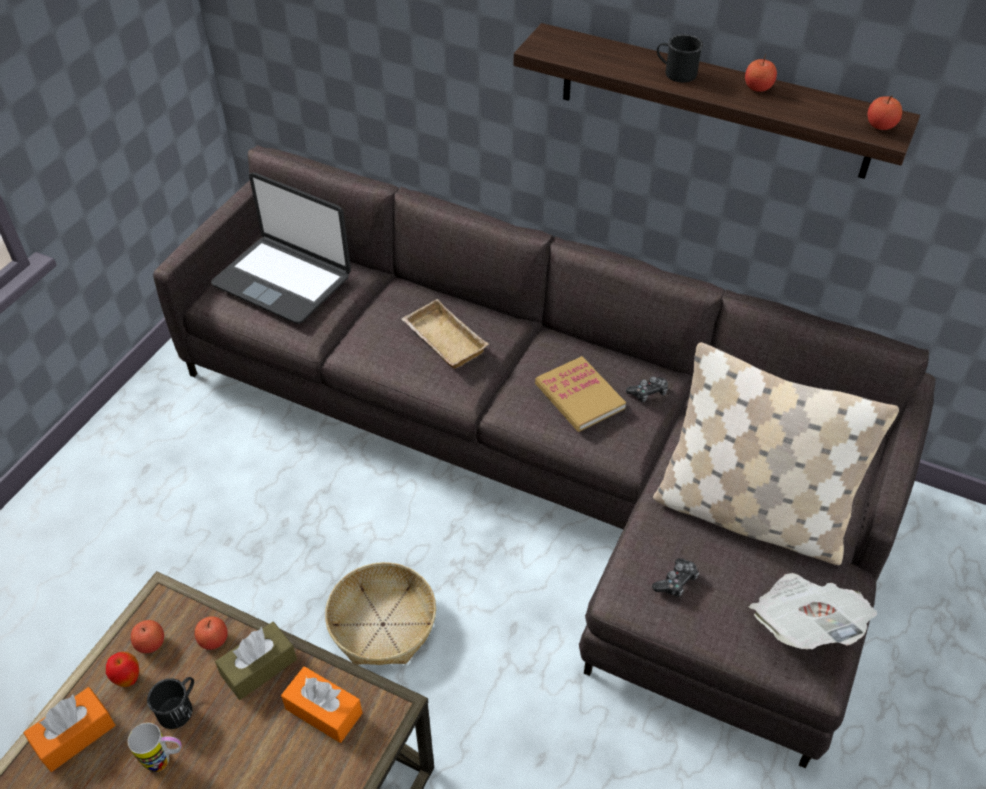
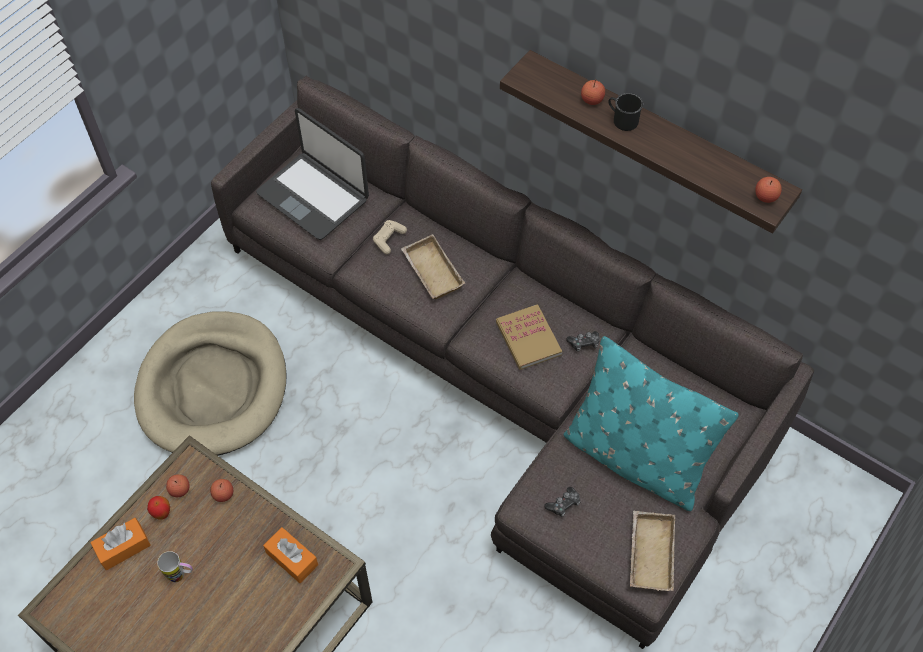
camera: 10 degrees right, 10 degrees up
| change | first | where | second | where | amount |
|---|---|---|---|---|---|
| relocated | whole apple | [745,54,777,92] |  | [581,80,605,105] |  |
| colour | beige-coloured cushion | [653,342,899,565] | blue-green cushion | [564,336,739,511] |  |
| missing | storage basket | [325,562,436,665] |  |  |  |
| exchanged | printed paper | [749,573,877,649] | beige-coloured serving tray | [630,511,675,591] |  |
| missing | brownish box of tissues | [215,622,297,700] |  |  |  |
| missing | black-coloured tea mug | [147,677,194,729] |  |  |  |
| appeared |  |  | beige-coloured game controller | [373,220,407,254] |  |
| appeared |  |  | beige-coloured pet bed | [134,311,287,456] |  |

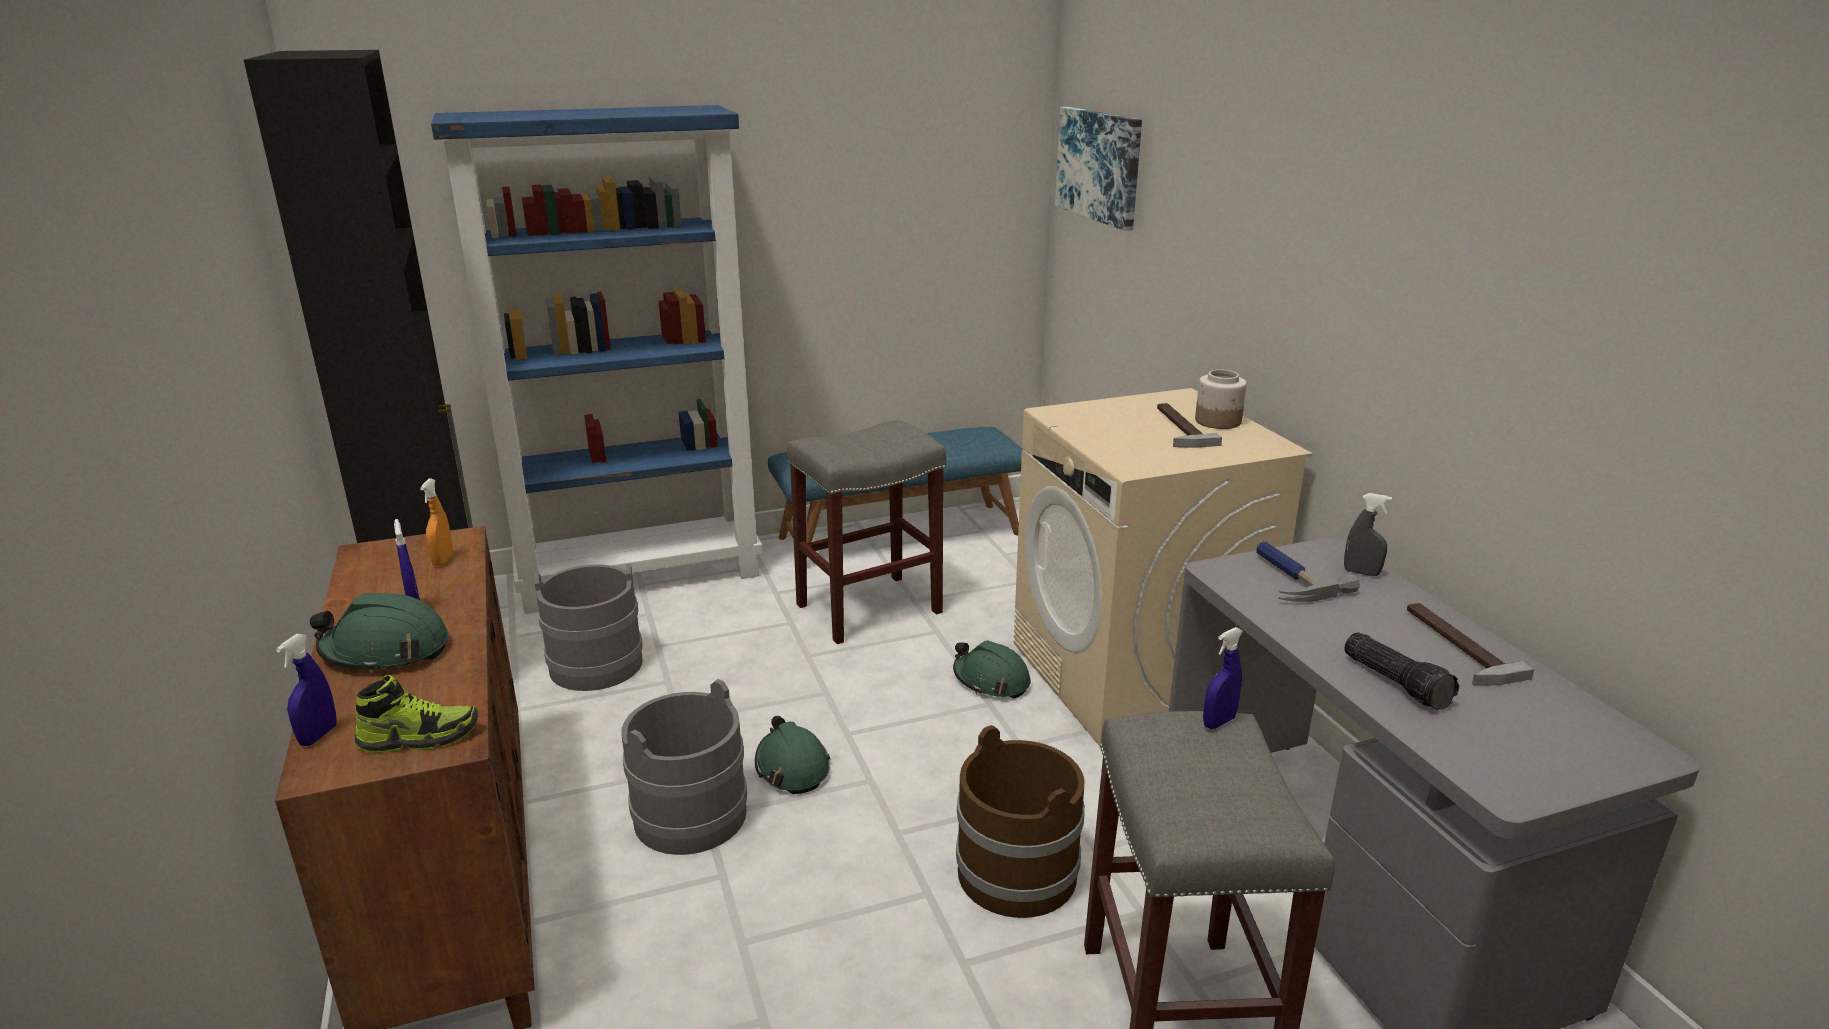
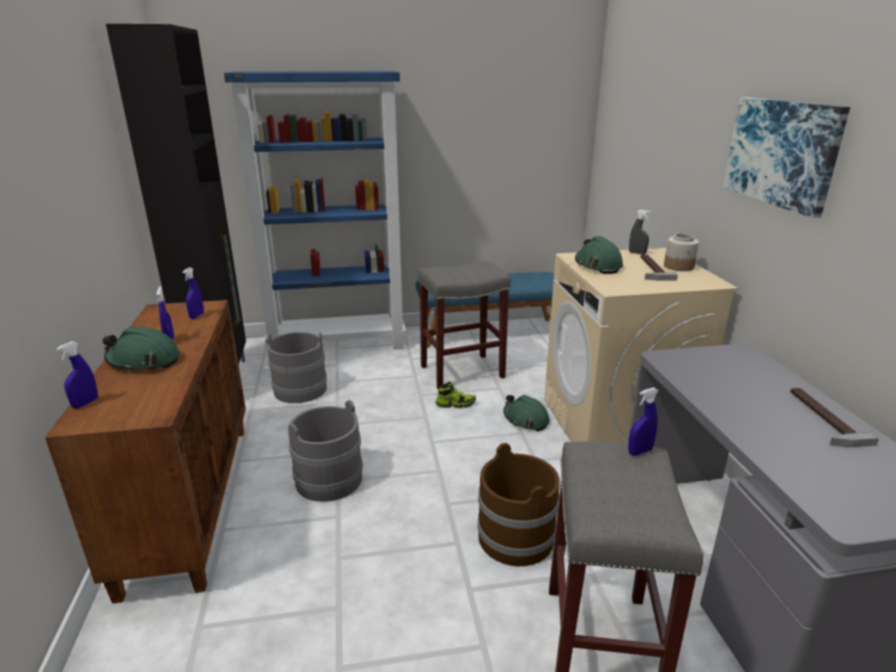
camera: 10 degrees right, 0 degrees up
| change | first | where | second | where | amount |
|---|---|---|---|---|---|
| relocated | wall picture | [1055,107,1142,231] |  | [723,97,850,218] |  |
| colour | orange hand sprayer | [420,479,453,566] | bluish hand sprayer | [182,267,204,319] |  |
| relocated | grey hand sprayer | [1344,493,1392,576] |  | [629,210,651,255] |  |
| missing | hammer | [1256,541,1360,602] |  |  |  |
| missing | flashlight | [1344,632,1459,710] |  |  |  |
| relocated | item of footwear | [354,675,478,753] |  | [436,381,476,408] |  |
| relocated | green-coloured safety helmet | [755,716,830,794] |  | [575,236,623,274] |  |

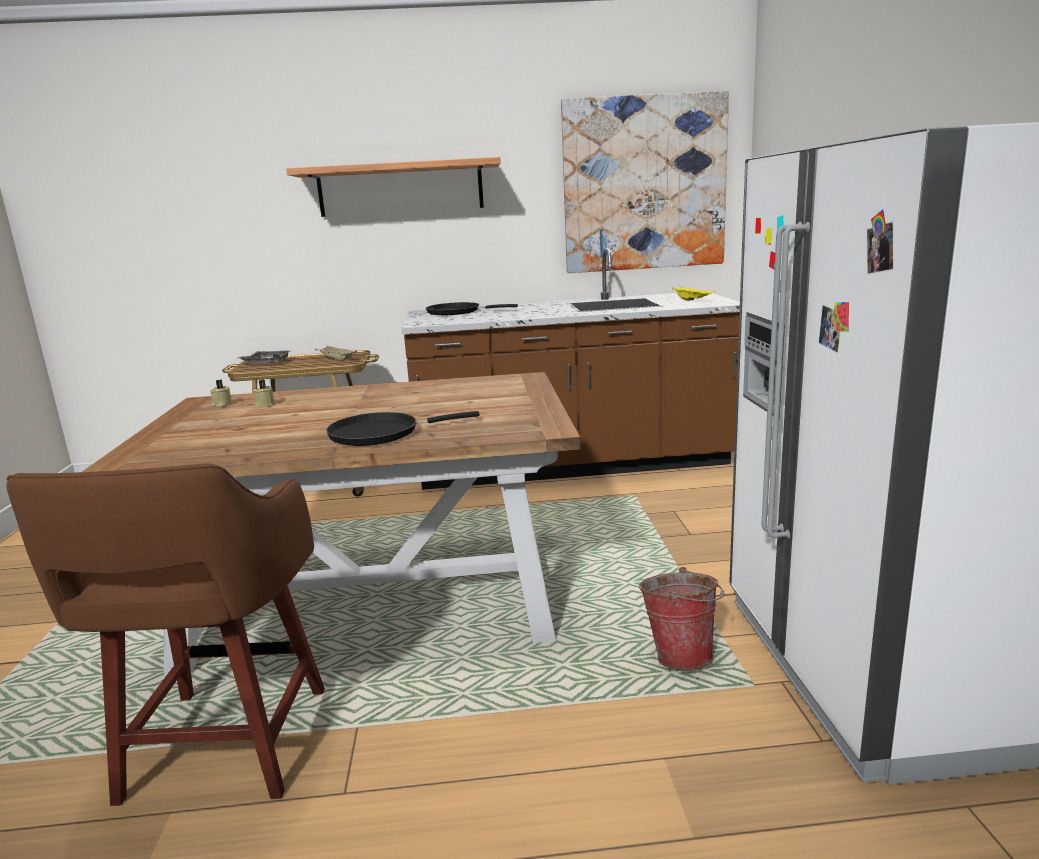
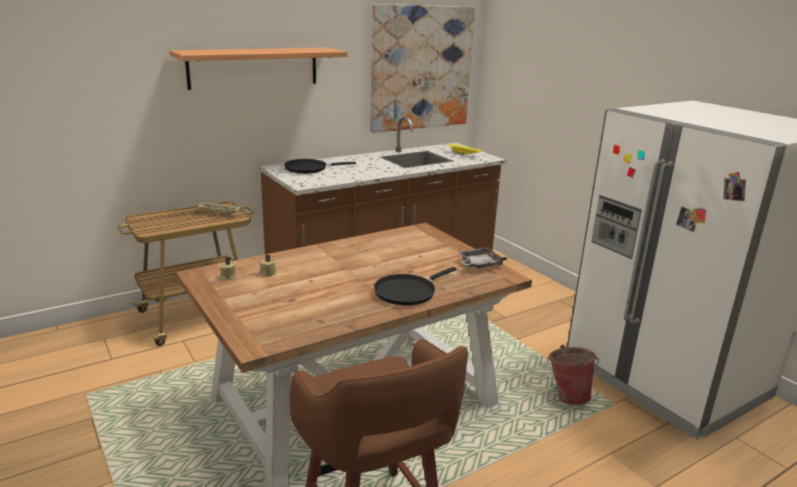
camera: 30 degrees left, 5 degrees up
| change | first | where | second | where | amount |
|---|---|---|---|---|---|
| relocated | grey serving tray | [238,351,290,363] |  | [459,247,507,269] |  |

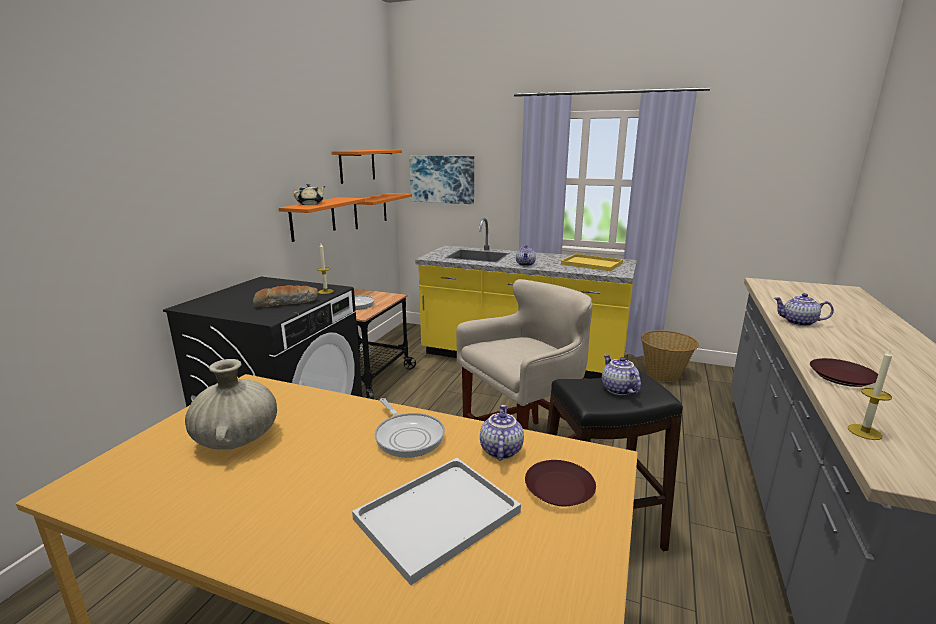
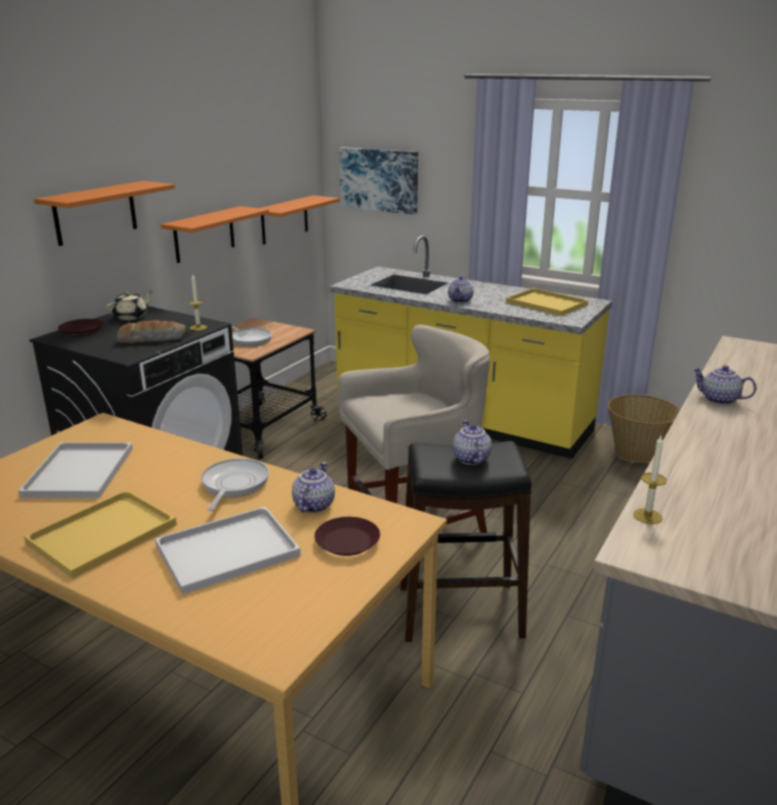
camera: 10 degrees right, 5 degrees up
| change | first | where | second | where | amount |
|---|---|---|---|---|---|
| relocated | orange wall shelf | [331,150,402,184] |  | [34,181,175,246] |  |
| relocated | beige-coloured teapot | [294,184,325,205] |  | [106,291,152,320] |  |
| relocated | brownish plate | [810,358,878,387] |  | [58,319,104,336] |  |
| exchanged | beige-coloured decorative vase | [185,359,277,449] | whitish serving tray | [18,442,133,498] |  |
| spun | pan | [374,398,445,458] |  | [201,458,269,511] | 150 degrees counterclockwise |
| appeared |  |  | yellow serving tray | [24,490,177,579] |  |

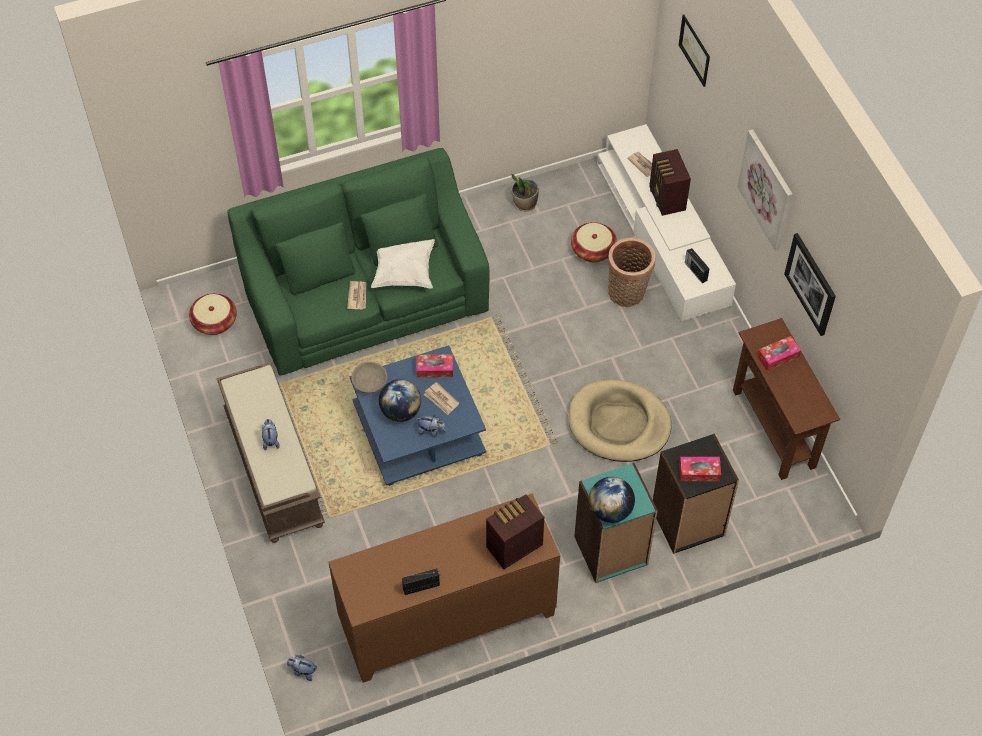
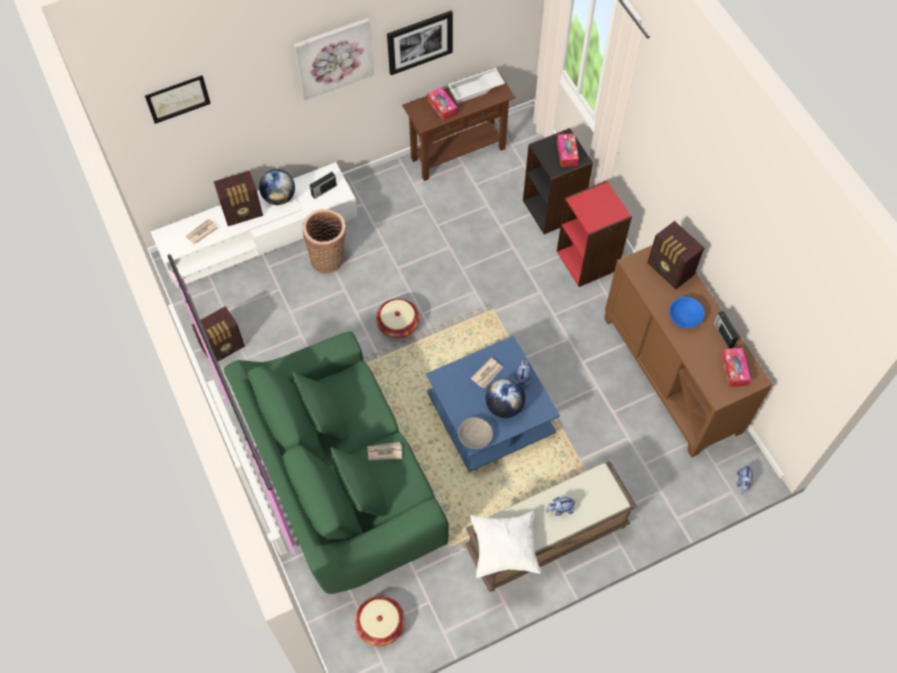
camera: 95 degrees left, 5 degrees up
| change | first | where | second | where | amount |
|---|---|---|---|---|---|
| exchanged | plant in a pot | [511,174,539,211] | radio set | [192,306,245,362] |  |
| relocated | storage basket | [571,222,617,262] |  | [376,298,420,338] |  |
| relocated | whitish cushion | [371,239,435,289] |  | [470,511,541,578] |  |
| relocated | box of tissues | [416,354,453,378] |  | [721,348,751,387] |  |
| missing | beige-coloured pet bed | [569,379,671,462] |  |  |  |
| colour | blue-green shelving unit | [574,463,658,583] | reddish shelving unit | [557,181,632,287] |  |
| relocated | desk globe | [589,477,635,523] |  | [259,169,295,205] |  |
| appeared |  |  | whitish serving tray | [448,68,505,104] |  |
| appeared |  |  | bluish deep dish | [669,297,705,328] |  |

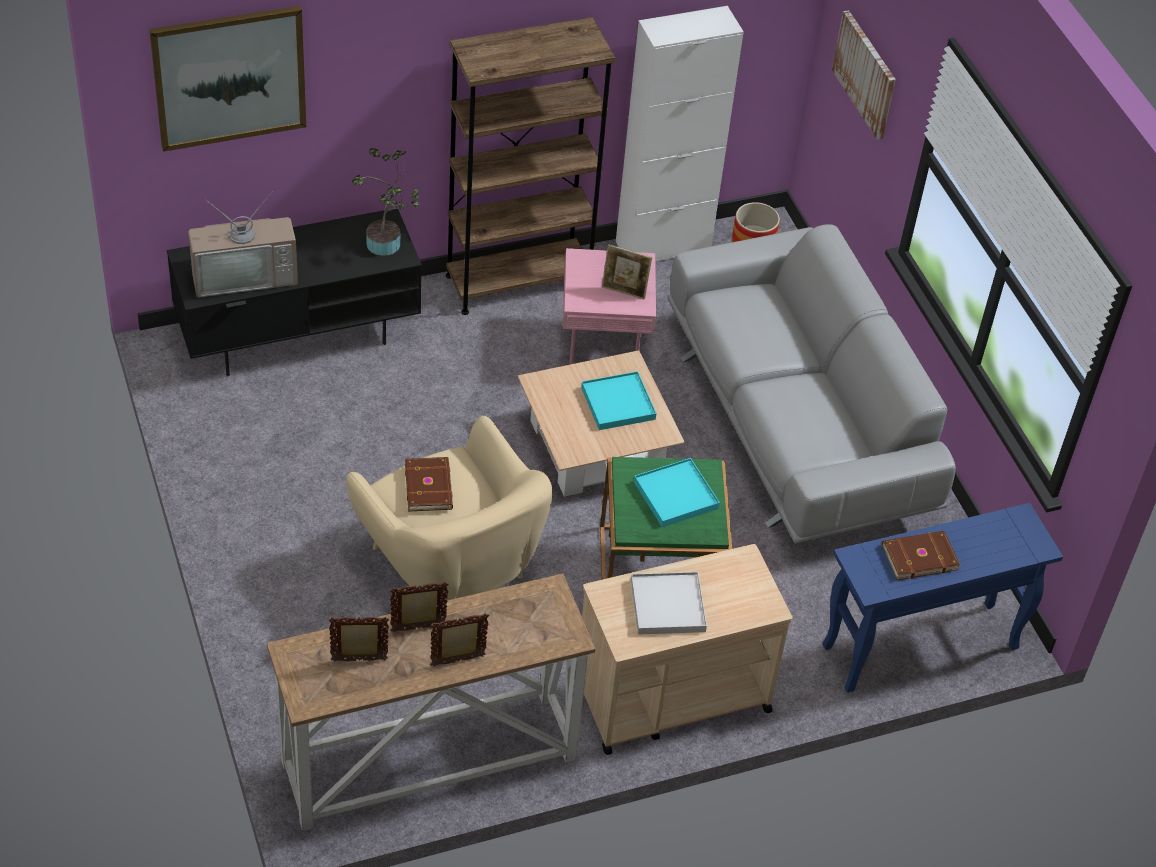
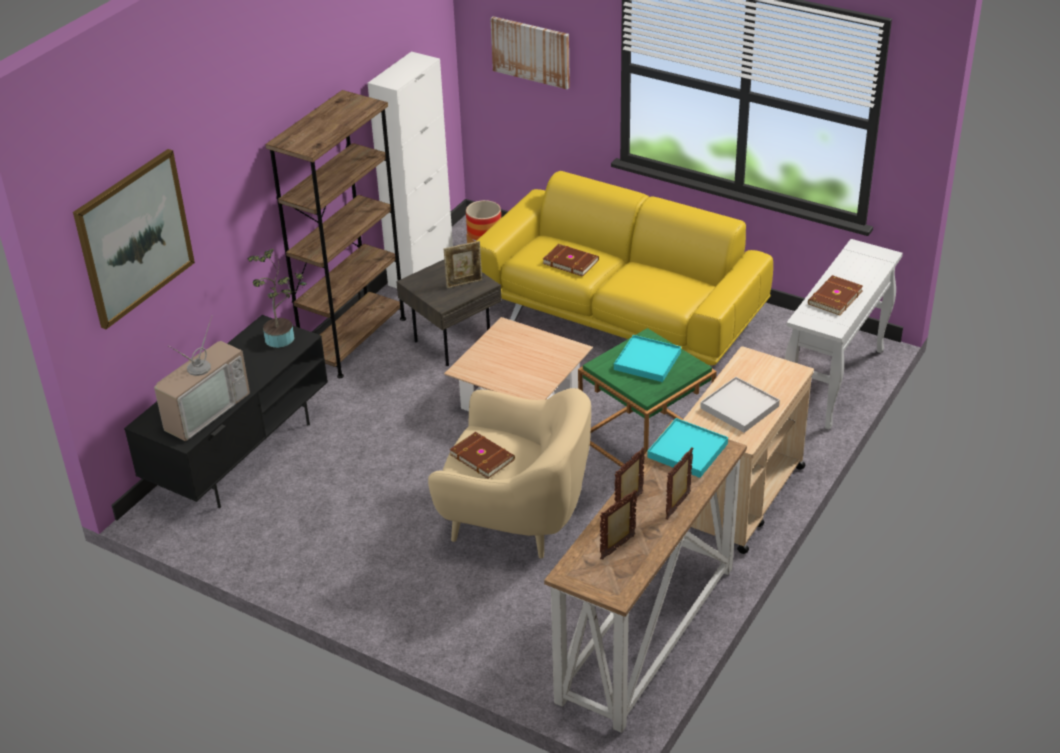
camera: 35 degrees left, 10 degrees down
| change | first | where | second | where | amount |
|---|---|---|---|---|---|
| colour | grey sofa | [667,224,956,544] | yellow sofa | [477,171,773,365] |  |
| colour | pink-coloured side table | [563,248,656,365] | grey side table | [397,260,502,366] |  |
| relocated | blue-green serving tray | [581,371,656,430] |  | [647,418,728,478] |  |
| colour | bluish narrow table | [822,503,1063,693] | whitish narrow table | [785,239,903,429] |  |
| appeared |  |  | brownish bound book | [543,244,599,277] |  |

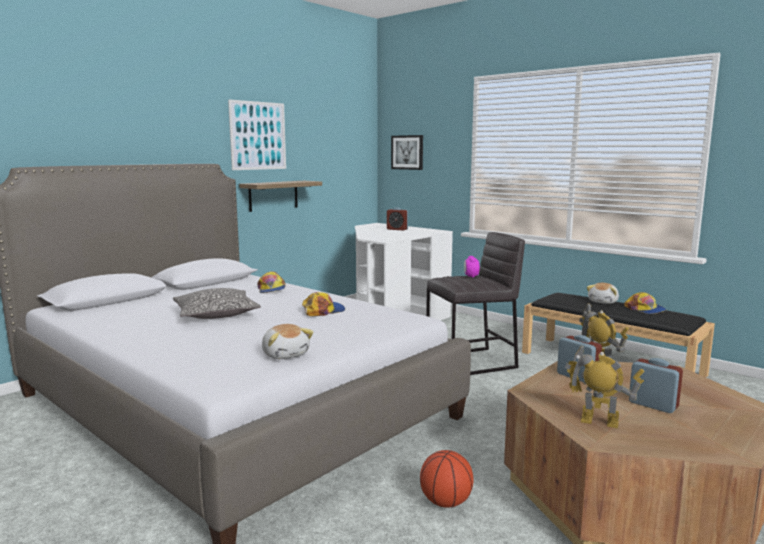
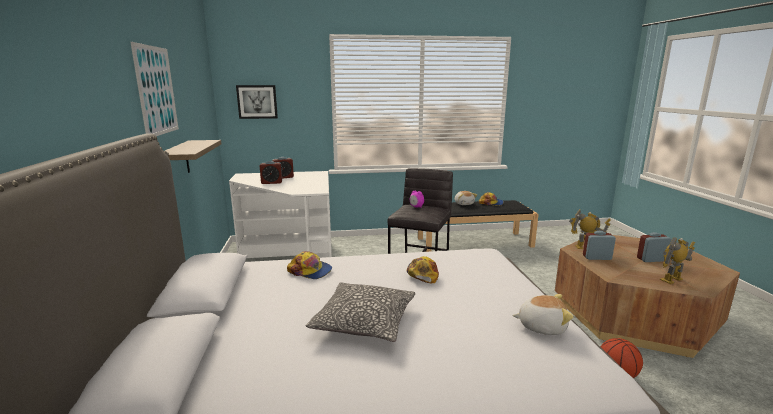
camera: 50 degrees left, 5 degrees up
| change | first | where | second | where | amount |
|---|---|---|---|---|---|
| appeared |  |  | bedside clock | [260,161,282,184] |  |

